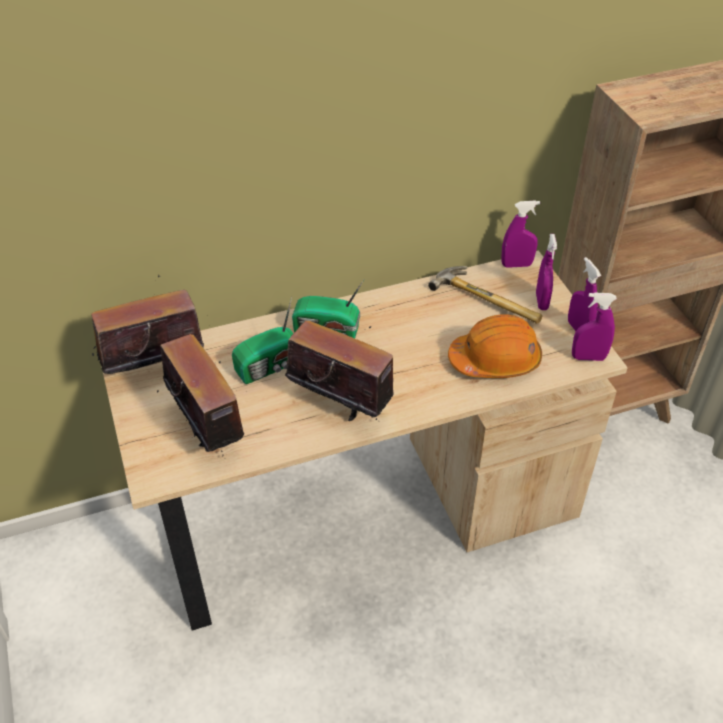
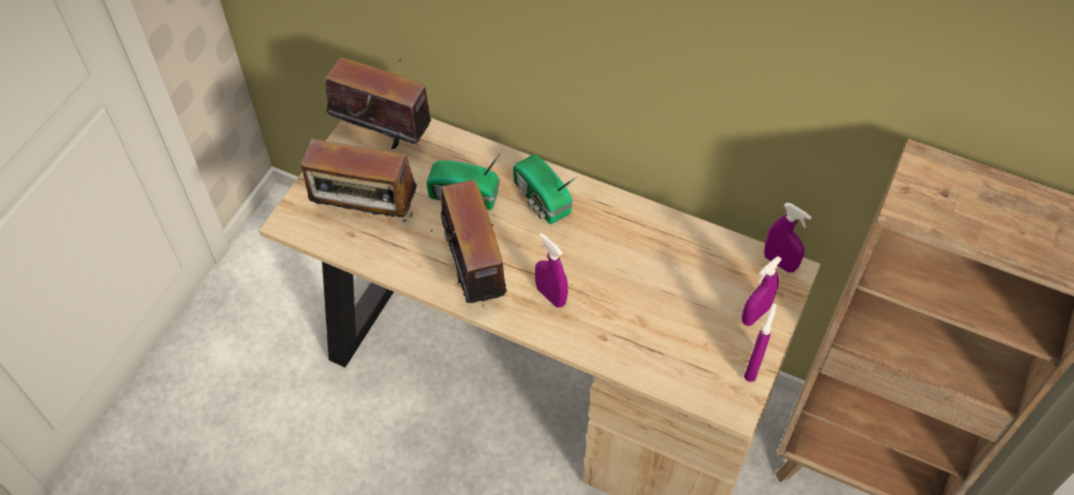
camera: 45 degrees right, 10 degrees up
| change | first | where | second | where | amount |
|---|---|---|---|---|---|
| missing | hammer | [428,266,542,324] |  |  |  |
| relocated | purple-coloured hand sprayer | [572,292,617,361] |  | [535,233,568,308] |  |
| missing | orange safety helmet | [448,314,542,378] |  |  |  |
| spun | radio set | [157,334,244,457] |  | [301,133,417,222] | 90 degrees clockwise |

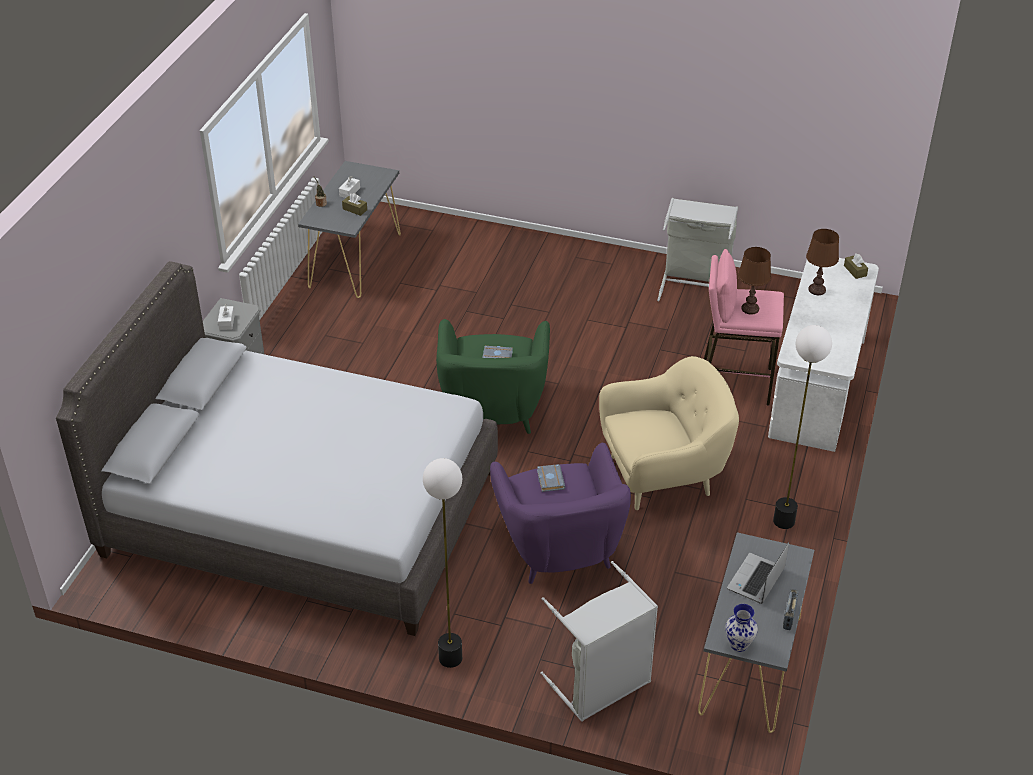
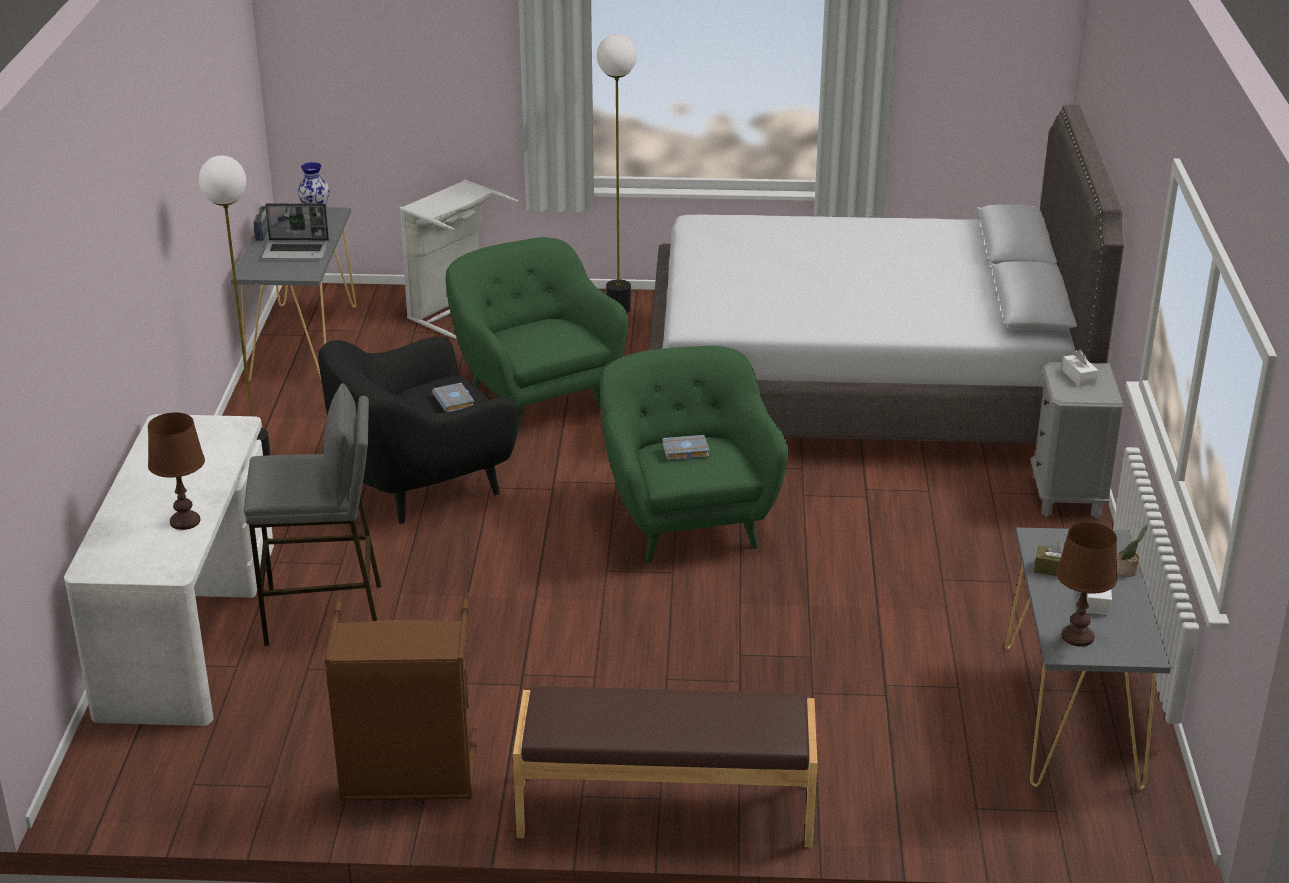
camera: 165 degrees right, 10 degrees down
| change | first | where | second | where | amount |
|---|---|---|---|---|---|
| colour | grey hamper | [657,198,738,301] | brownish hamper | [324,593,477,802] |  |
| relocated | brownish lamp for a table | [738,247,771,315] |  | [1056,522,1117,647] |  |
| colour | pink-coloured stool | [704,249,784,406] | grey stool | [244,383,381,646] |  |
| missing | brownish box of tissues | [844,253,868,279] |  |  |  |
| colour | beige-coloured lounge chair | [599,356,739,510] | black-coloured lounge chair | [318,336,518,524] |  |
| colour | purple-coloured lounge chair | [490,442,631,584] | green-coloured lounge chair | [446,237,628,435] |  |
| relocated | grey bound book | [537,464,565,492] |  | [432,383,475,413] |  |
| spun | portable computer | [727,542,789,604] |  | [262,203,329,259] | 75 degrees clockwise |
| appeared |  |  | brownish long seat | [513,686,817,847] |  |

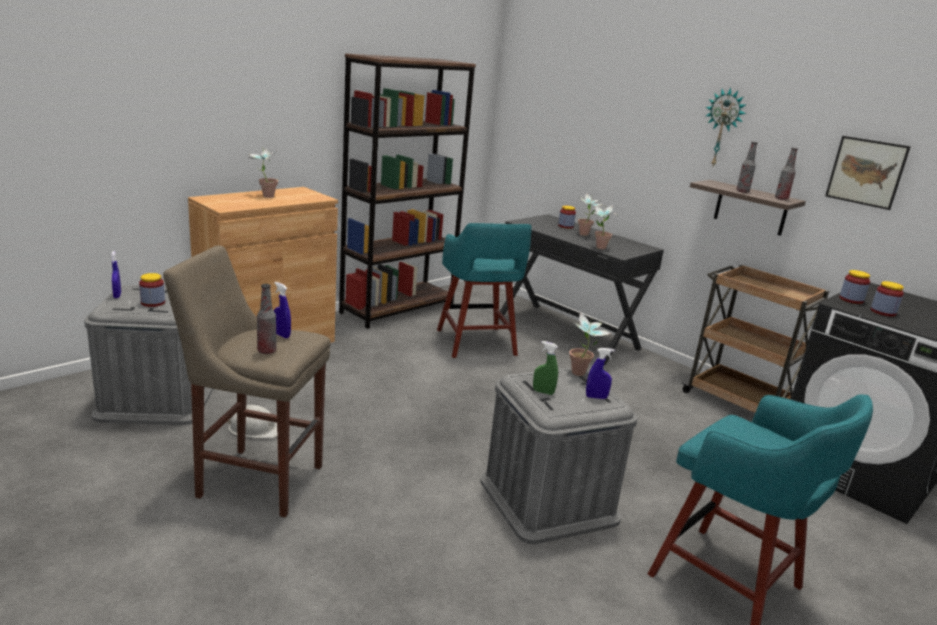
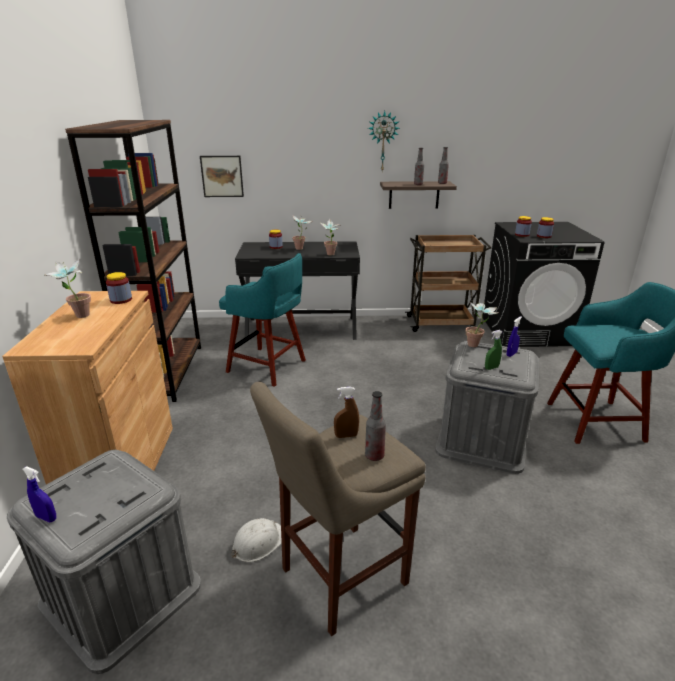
camera: 45 degrees left, 5 degrees up
| change | first | where | second | where | amount |
|---|---|---|---|---|---|
| relocated | wall picture | [825,136,911,210] |  | [200,156,244,197] |  |
| relocated | jar | [139,273,165,307] |  | [106,272,132,304] |  |
| colour | bluish hand sprayer | [273,282,291,338] | brownish hand sprayer | [334,387,359,438] |  |

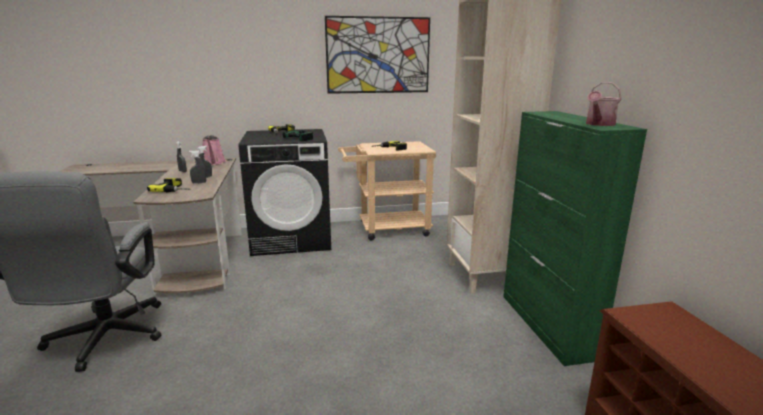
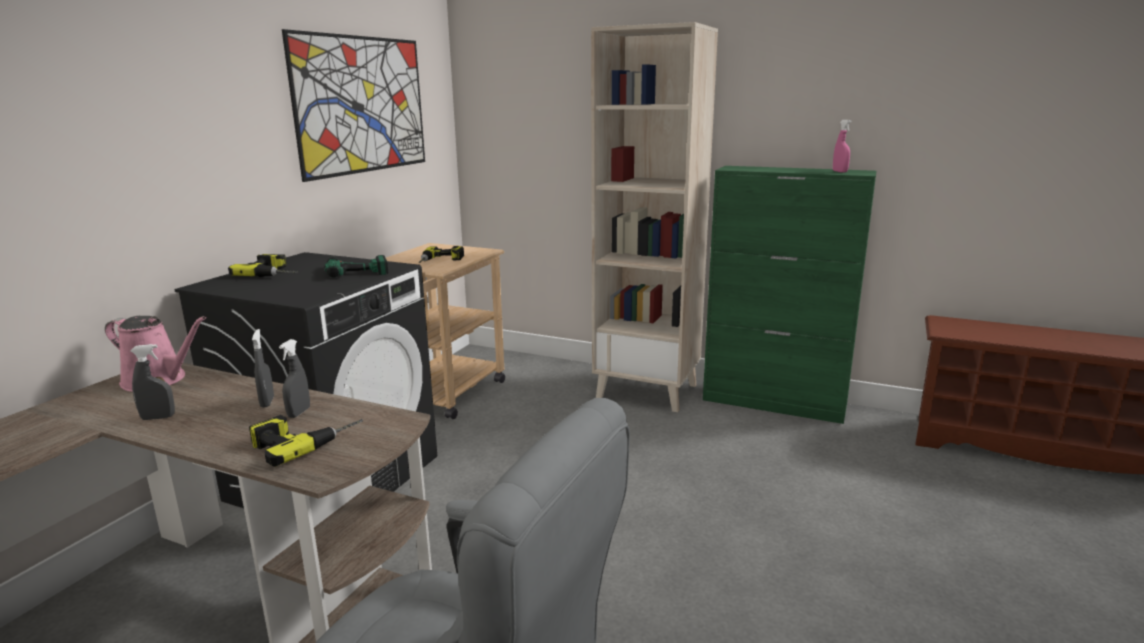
camera: 55 degrees left, 0 degrees up
| change | first | where | second | where | amount |
|---|---|---|---|---|---|
| exchanged | sprinkling can | [586,82,622,126] | pink-coloured hand sprayer | [833,120,852,173] |  |

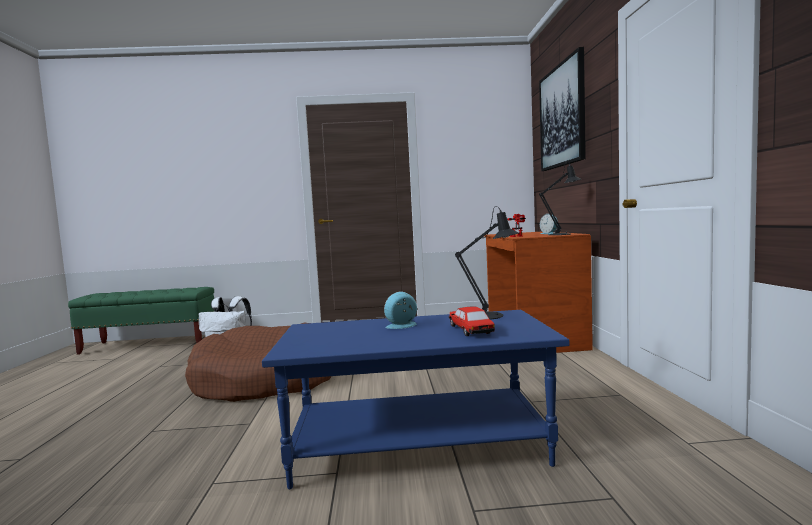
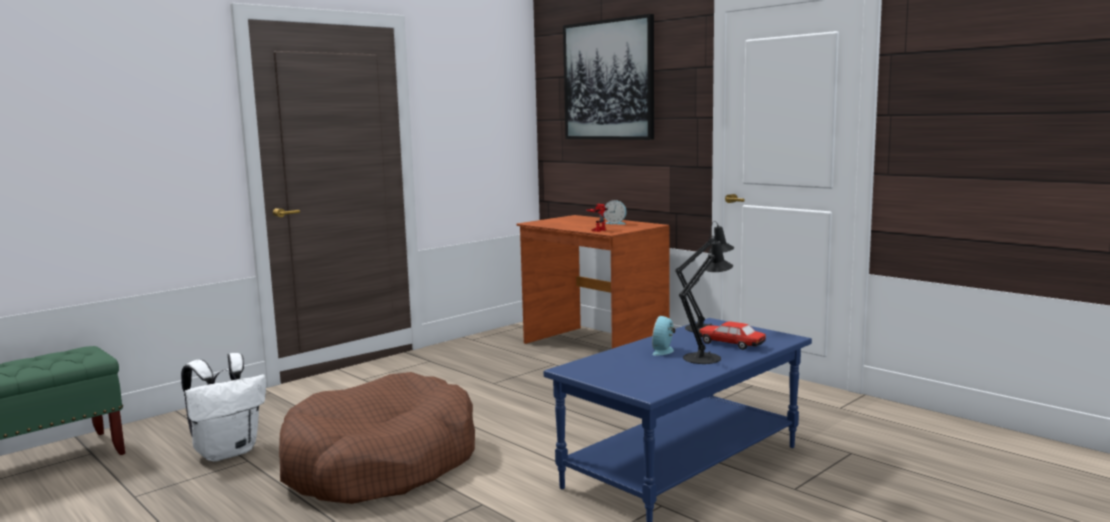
camera: 40 degrees left, 5 degrees up
| change | first | where | second | where | amount |
|---|---|---|---|---|---|
| relocated | black-coloured lamp for a table | [539,162,581,235] |  | [679,236,733,364] |  |

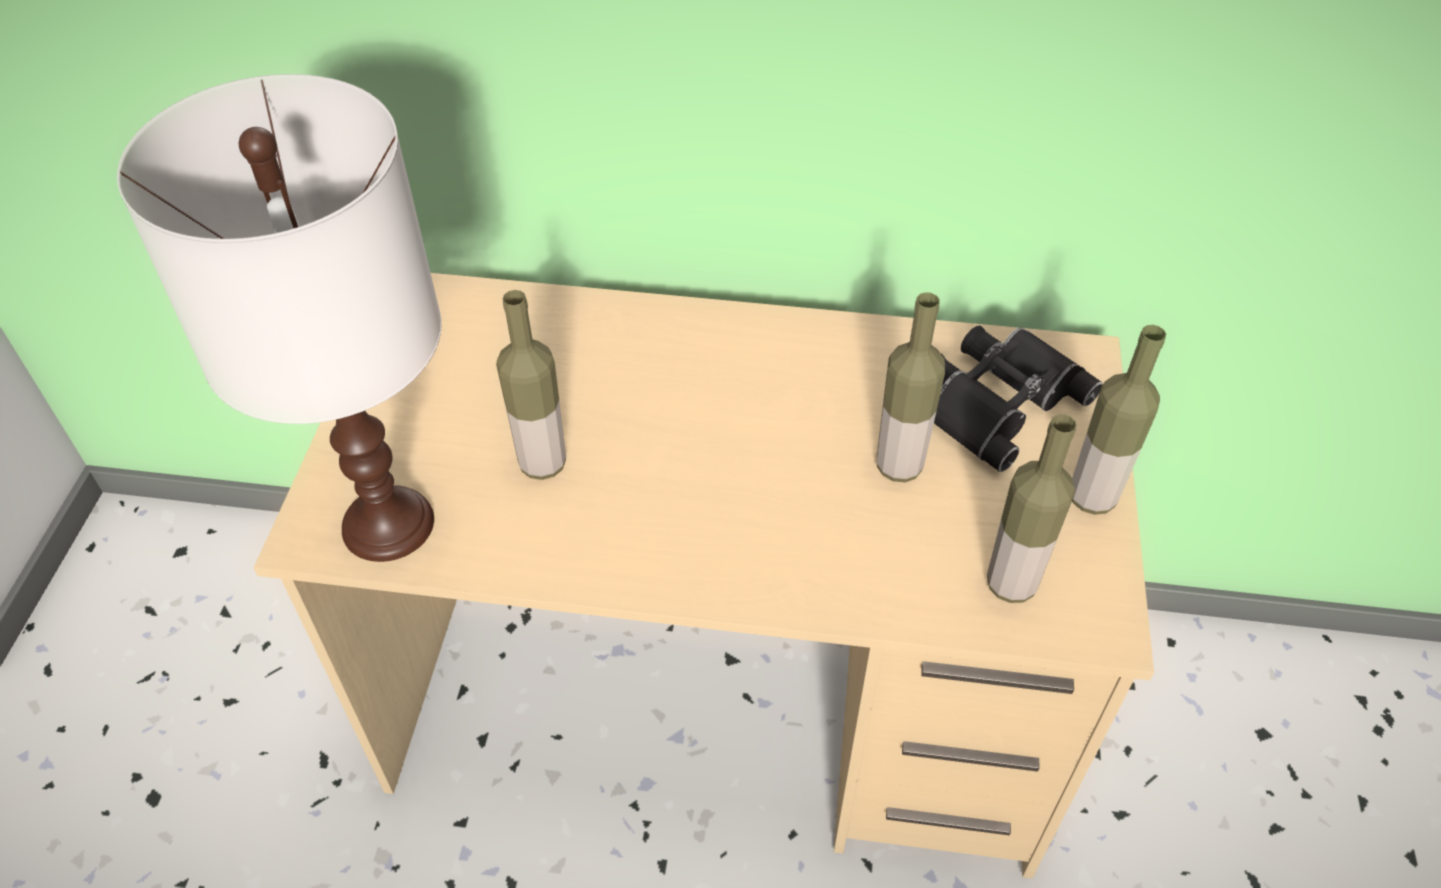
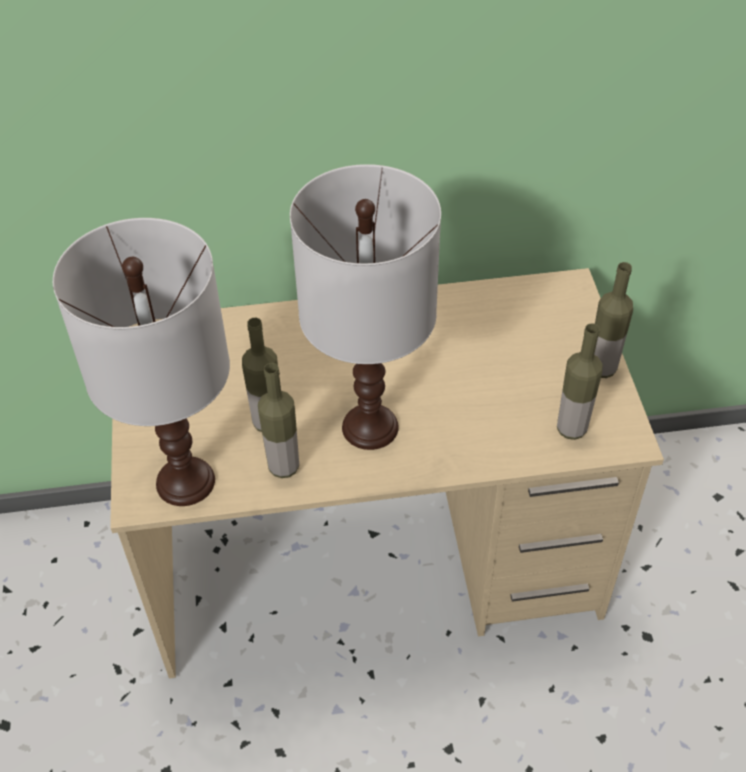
camera: 15 degrees left, 0 degrees up
| change | first | where | second | where | amount |
|---|---|---|---|---|---|
| relocated | bottle | [877,292,945,482] |  | [258,363,299,478] |  |
| missing | black-coloured field glasses | [934,325,1103,472] |  |  |  |
| appeared |  |  | whitish lamp for a table | [290,164,441,450] |  |

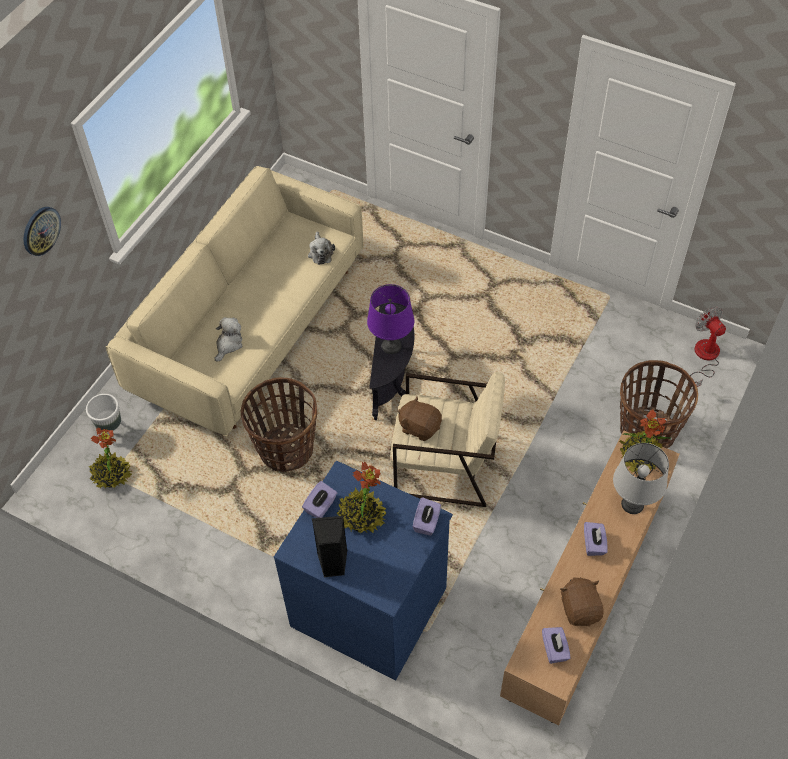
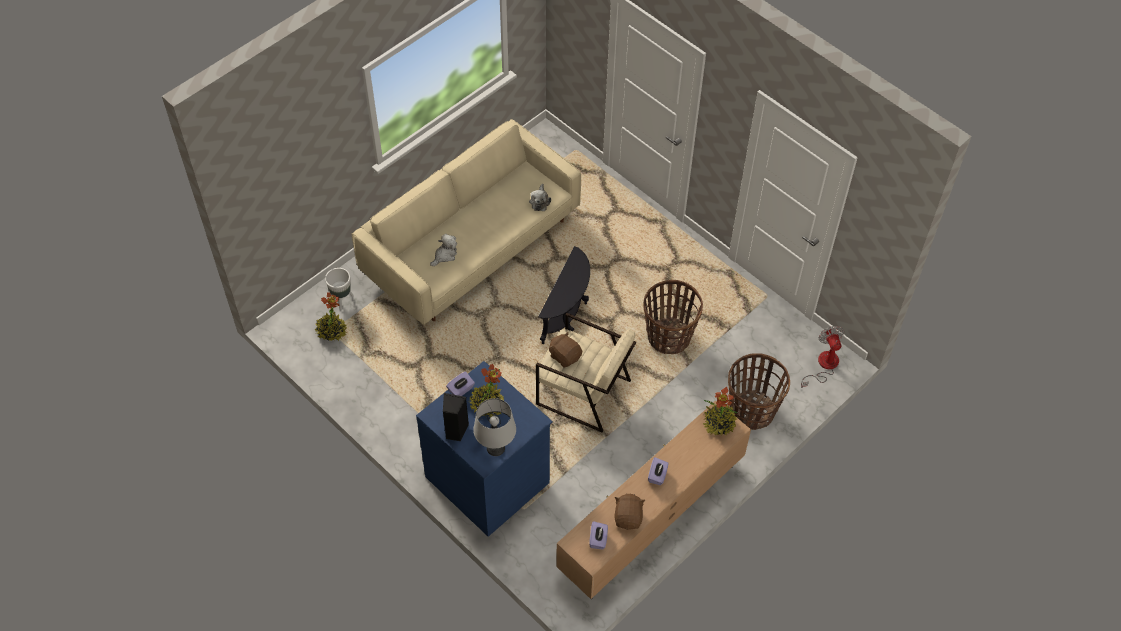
camera: 15 degrees right, 0 degrees up
| change | first | where | second | where | amount |
|---|---|---|---|---|---|
| missing | wall clock | [23,207,61,256] |  |  |  |
| missing | purple-coloured lamp for a table | [367,284,414,354] |  |  |  |
| relocated | storage basket | [241,378,317,472] |  | [643,280,703,354] |  |
| relocated | grey lamp for a table | [613,443,669,514] |  | [473,398,516,456] |  |
| missing | purple-coloured box of tissues | [413,497,441,536] |  |  |  |

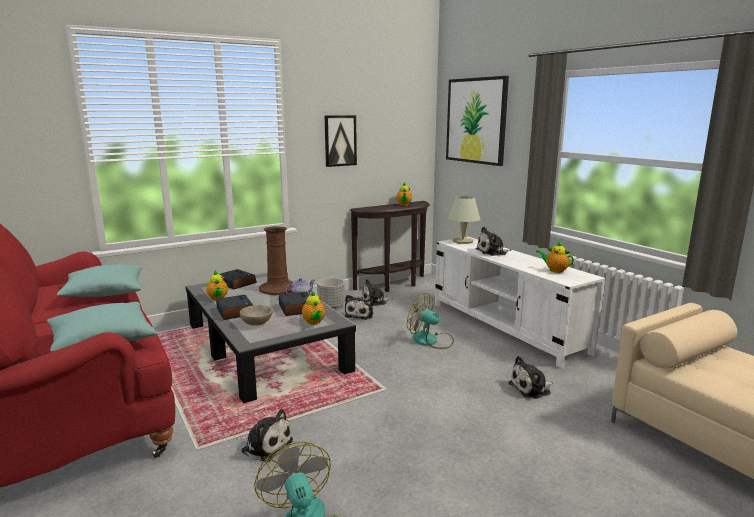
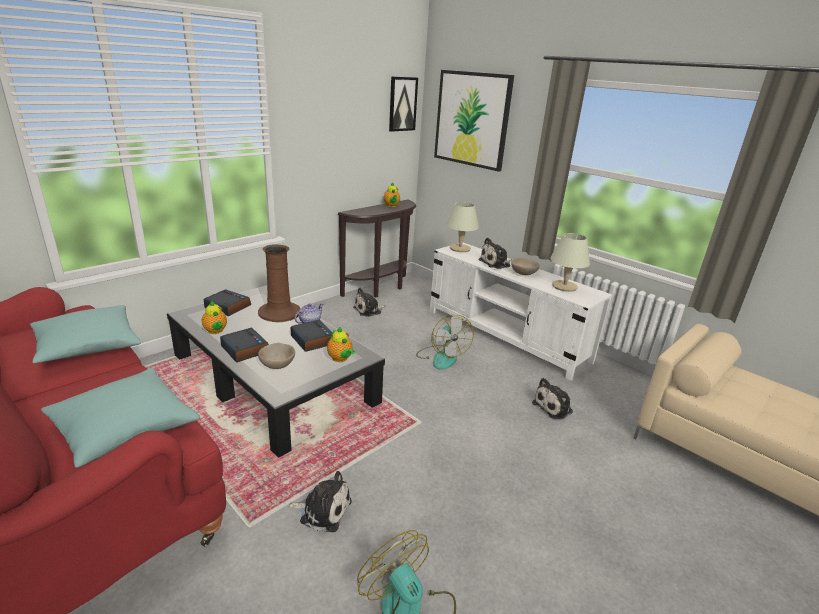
camera: 15 degrees left, 10 degrees up
| change | first | where | second | where | amount |
|---|---|---|---|---|---|
| relocated | wall picture | [324,115,357,167] |  | [389,77,418,132] |  |
| exchanged | teapot | [536,241,574,273] | beige-coloured lamp for a table | [550,233,590,292] |  |
| missing | grey plant pot | [317,278,345,308] |  |  |  |
| spun | fan | [407,293,454,349] |  | [416,315,474,370] | 120 degrees counterclockwise |
| missing | soft toy | [345,295,374,320] |  |  |  |
| appeared |  |  | beige-coloured deep dish | [511,258,540,275] |  |

